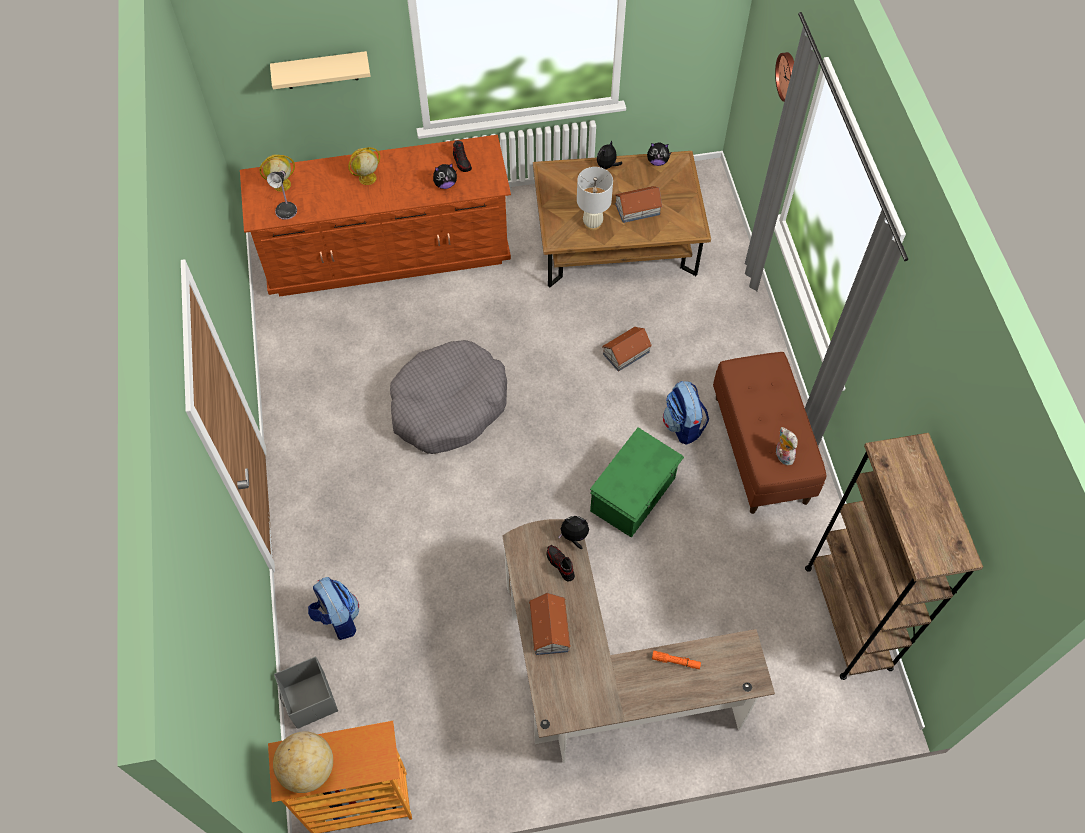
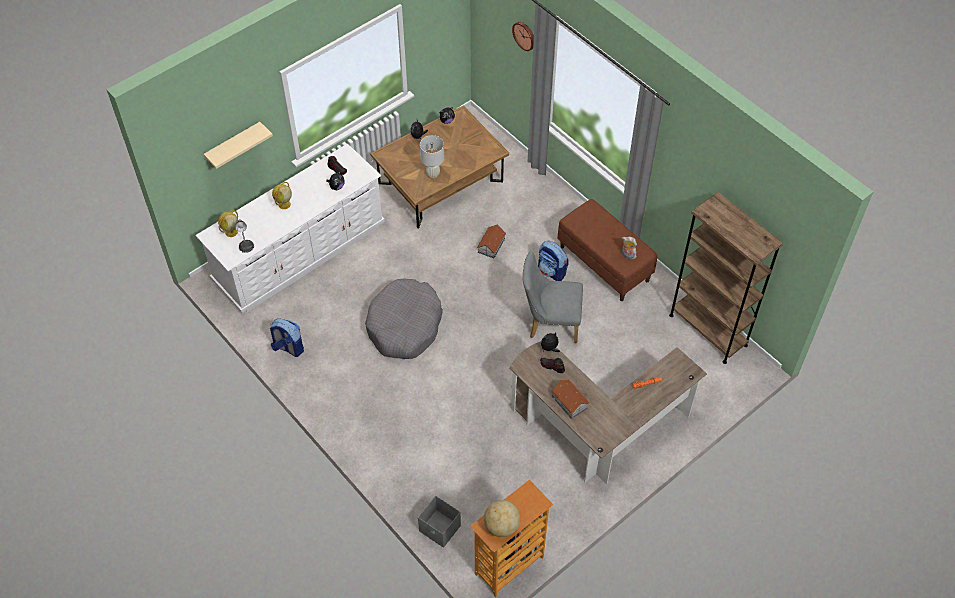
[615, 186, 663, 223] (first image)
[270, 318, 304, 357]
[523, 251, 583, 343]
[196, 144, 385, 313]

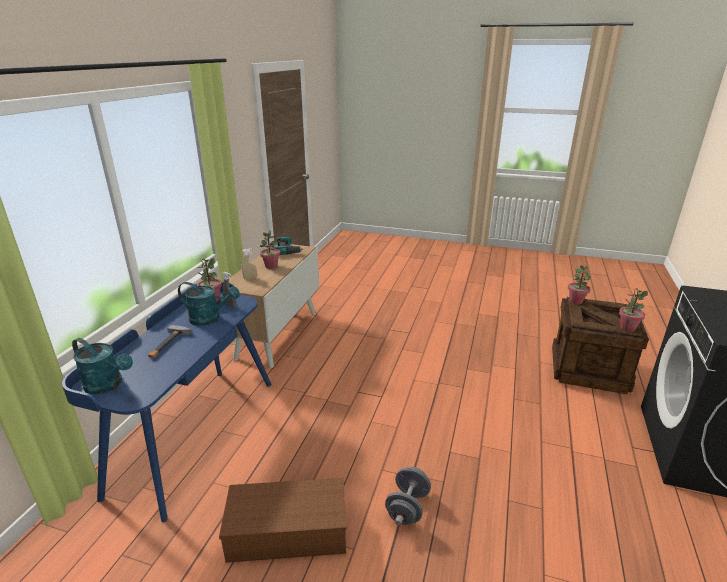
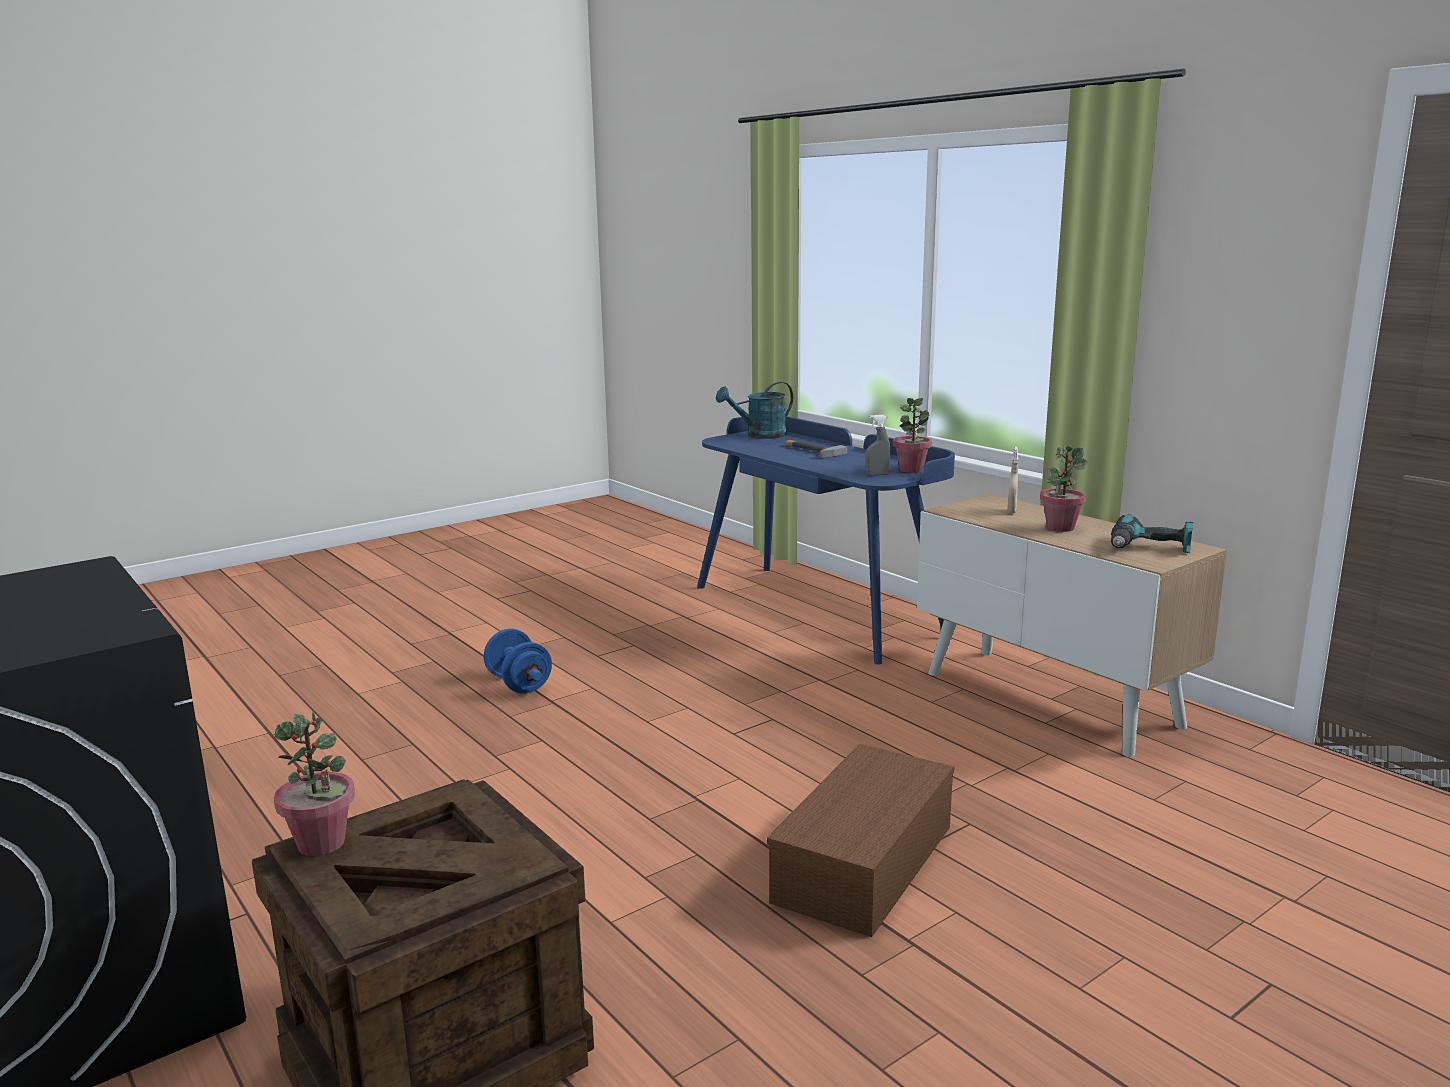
[178, 282, 240, 326] (first image)
[568, 265, 591, 304] (first image)
[767, 744, 954, 937]
[484, 628, 552, 694]

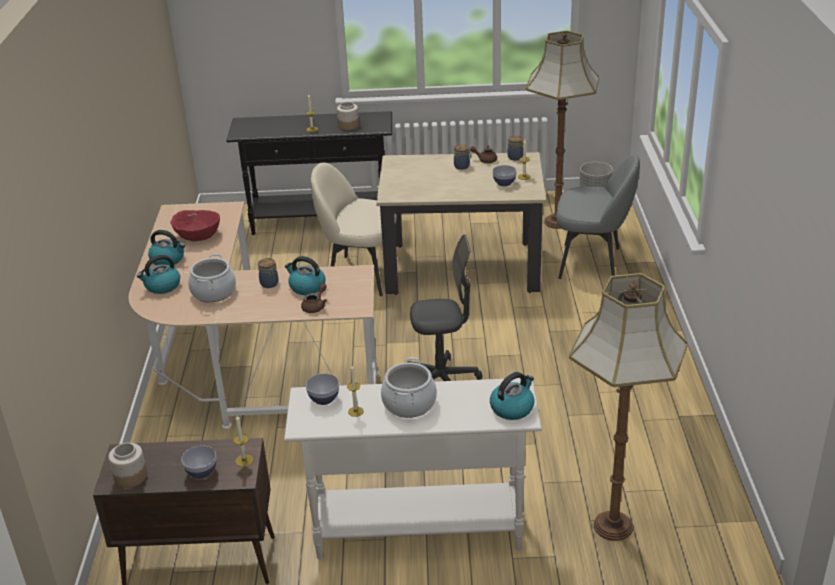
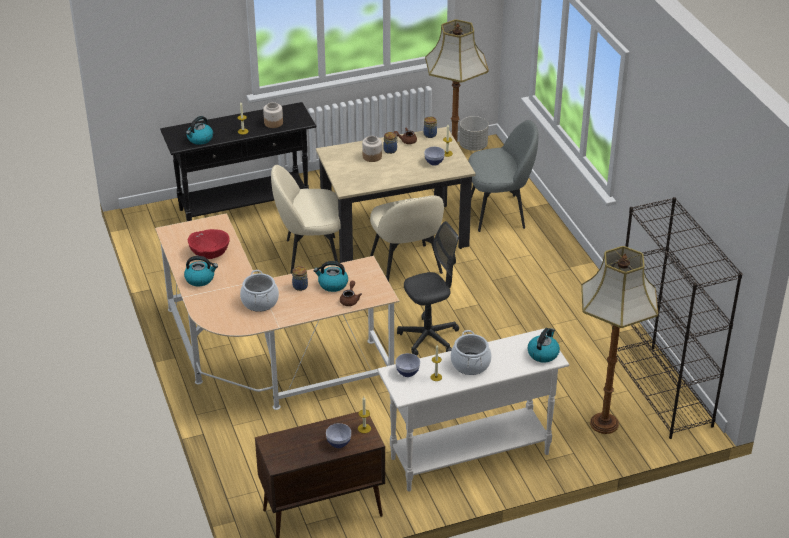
[370, 195, 444, 282]
[616, 197, 743, 439]
[362, 136, 382, 162]
[186, 116, 213, 145]

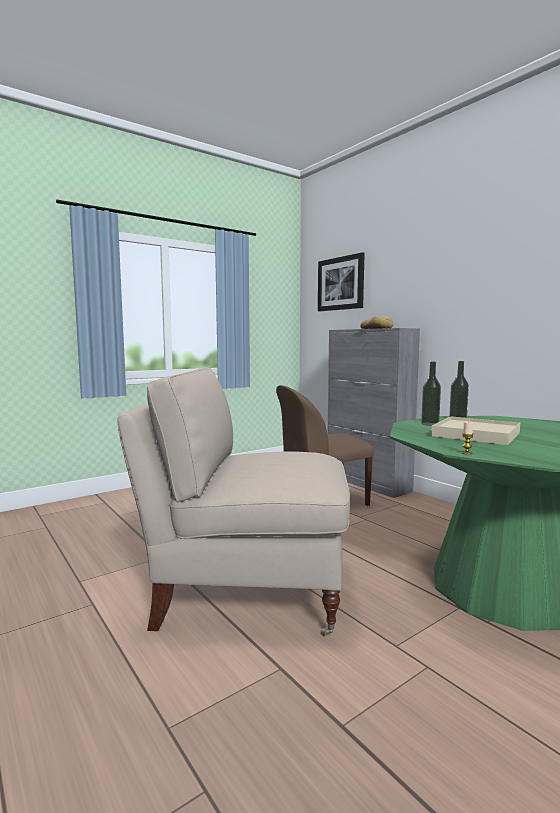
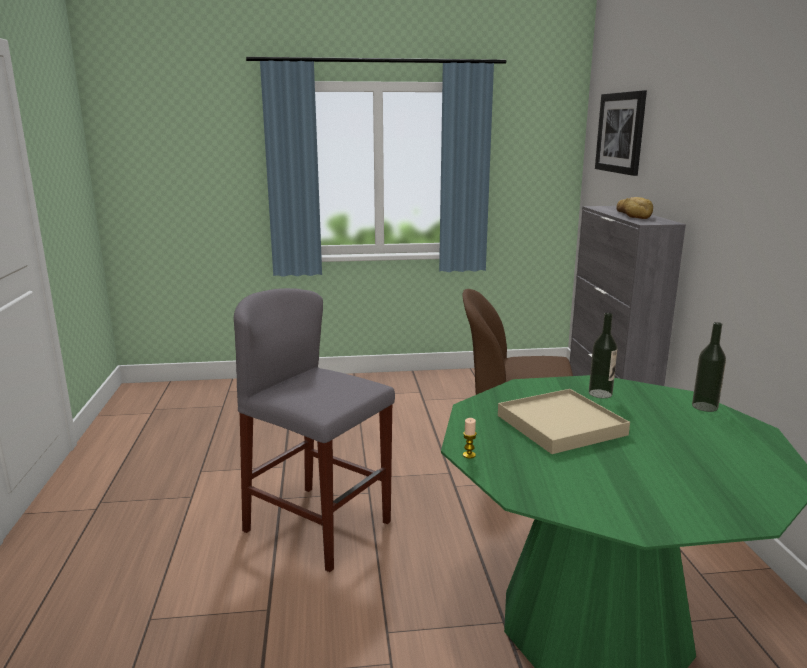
[692, 322, 726, 412]
[234, 288, 395, 572]

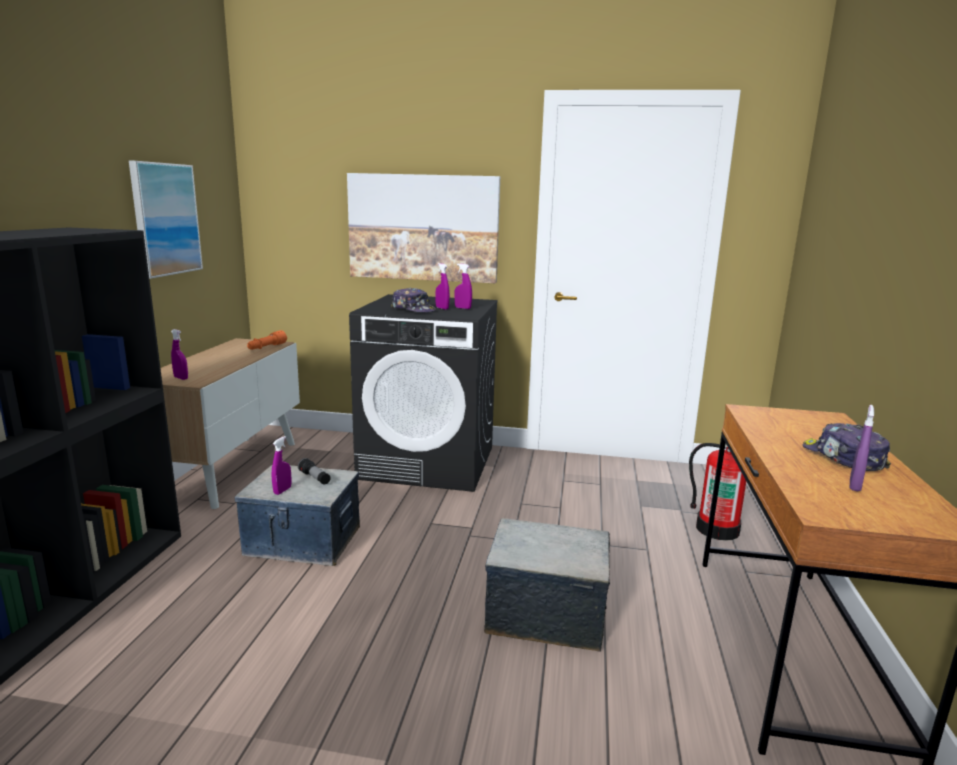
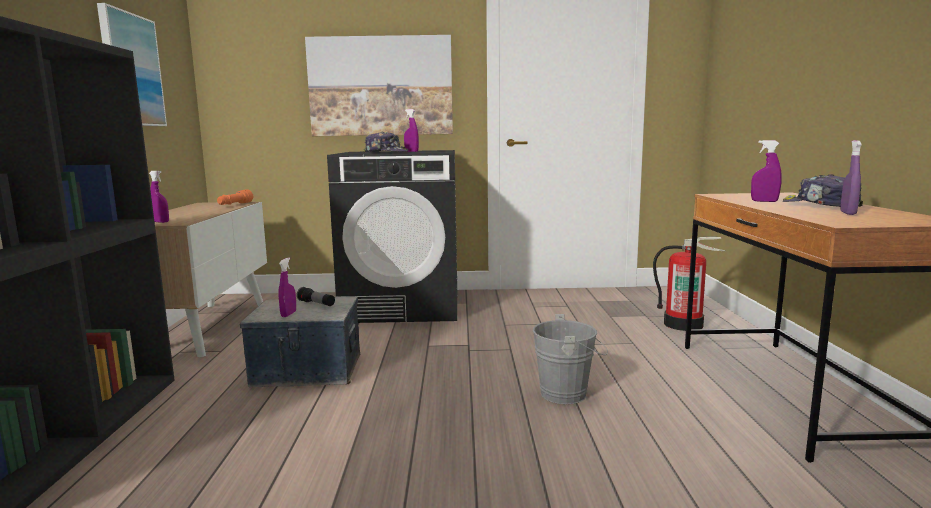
[751, 140, 782, 202]
[533, 314, 608, 404]

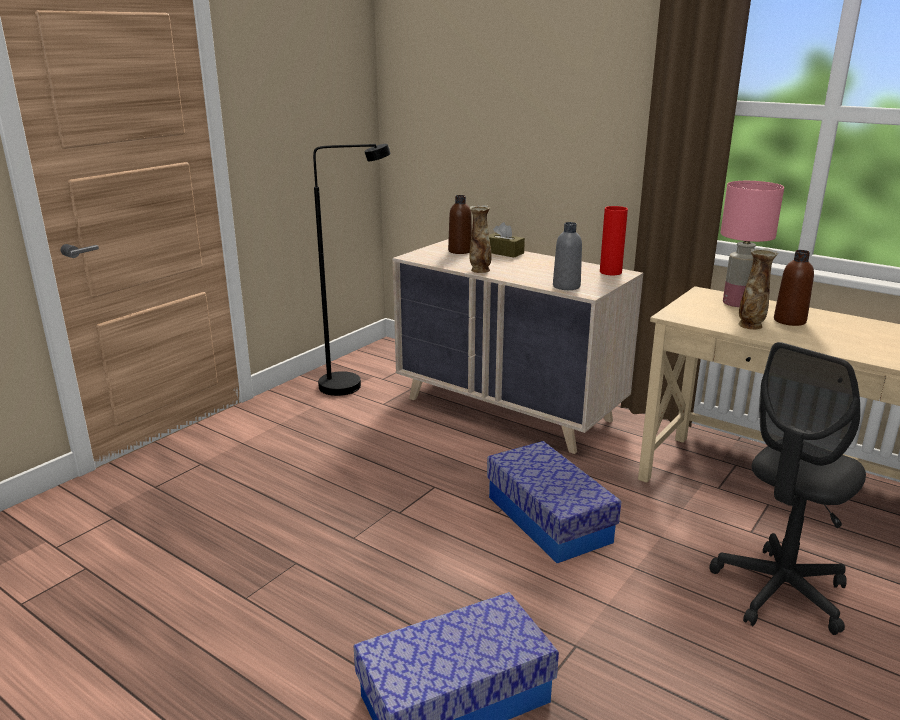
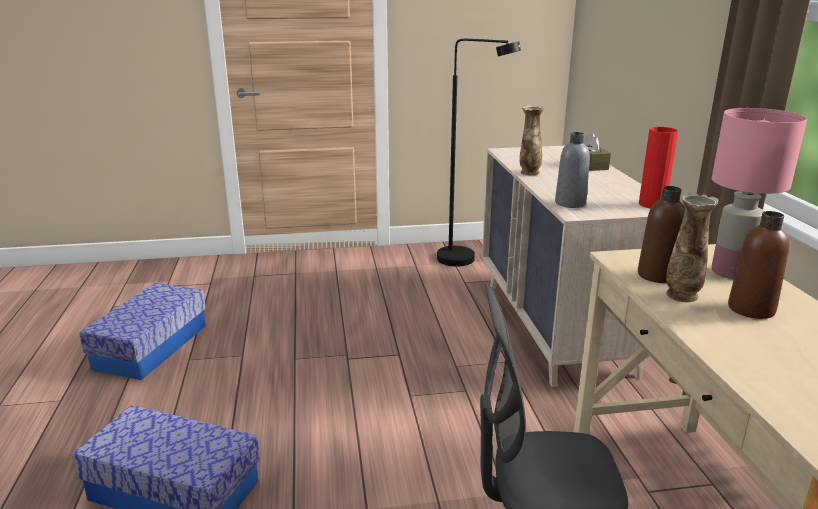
[638, 186, 685, 283]
[79, 283, 206, 380]

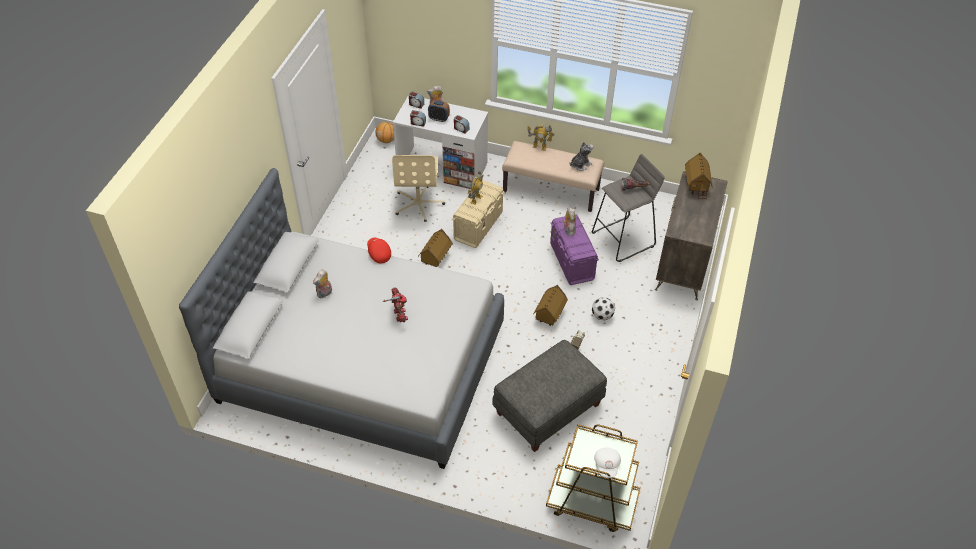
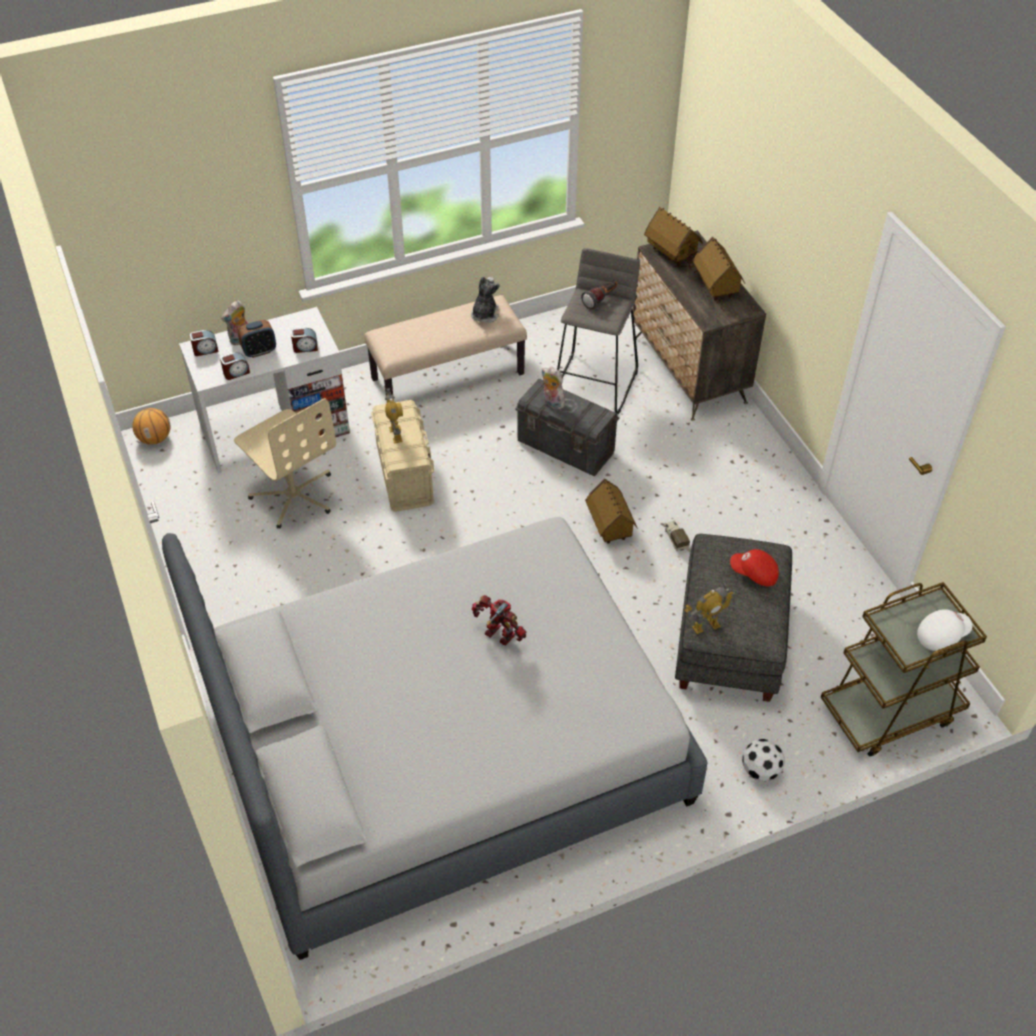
[313, 269, 332, 298] (first image)
[730, 549, 779, 586]
[692, 237, 745, 301]
[684, 582, 735, 634]
[742, 739, 785, 782]
[515, 379, 620, 476]
[917, 609, 973, 651]

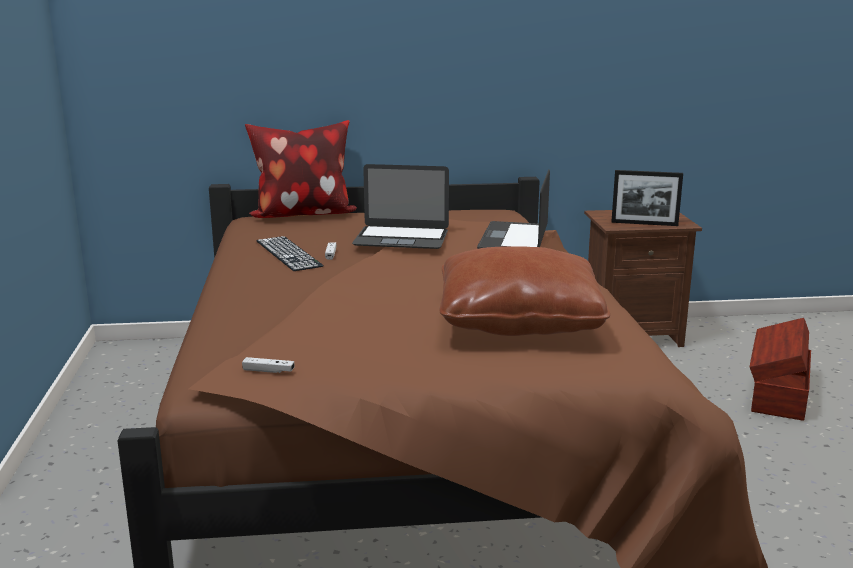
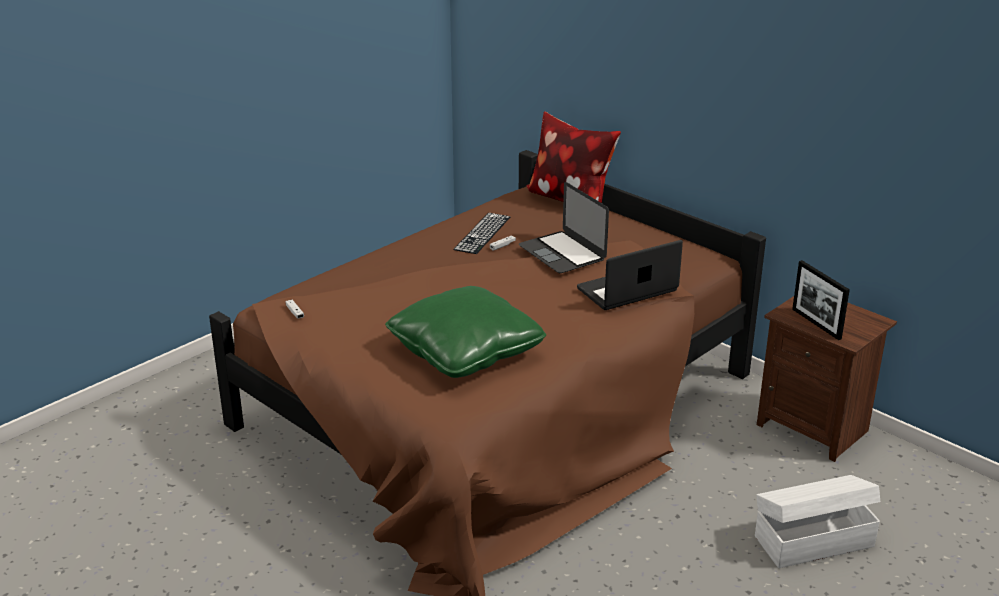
[385, 286, 546, 378]
[755, 475, 880, 568]

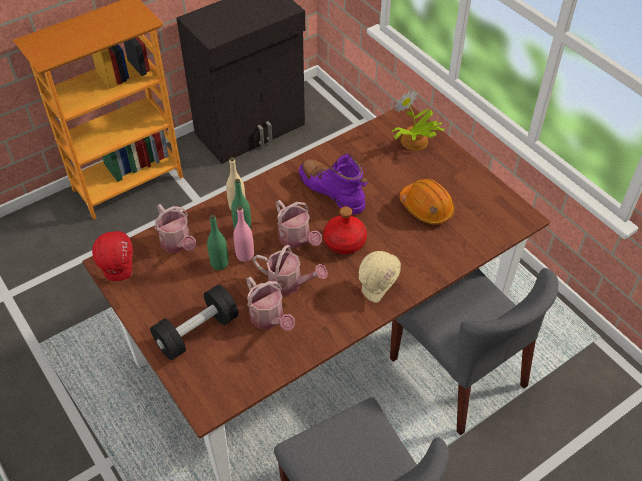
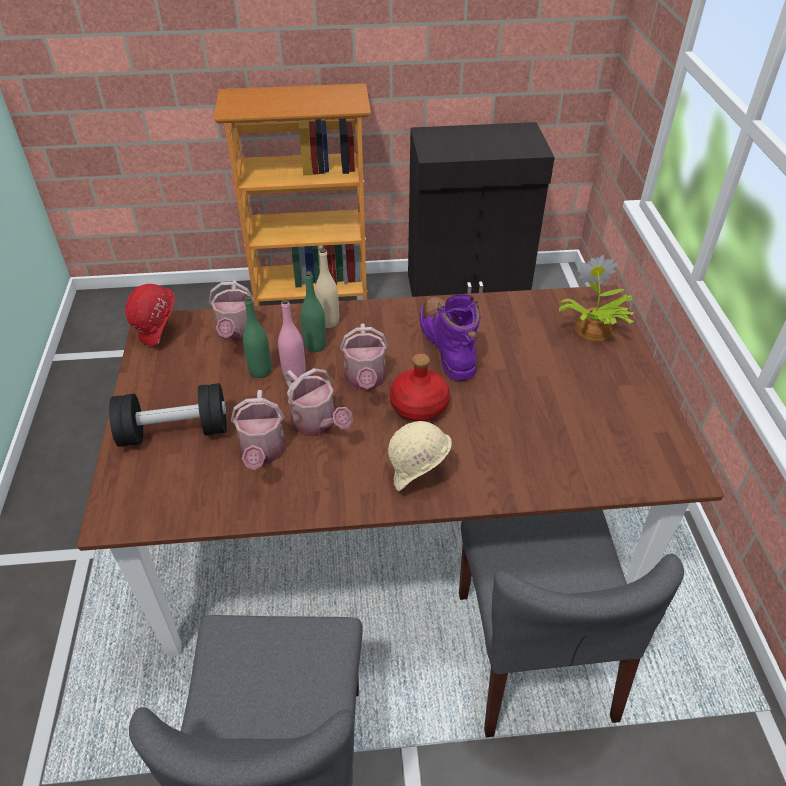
[399, 179, 455, 225] (first image)

